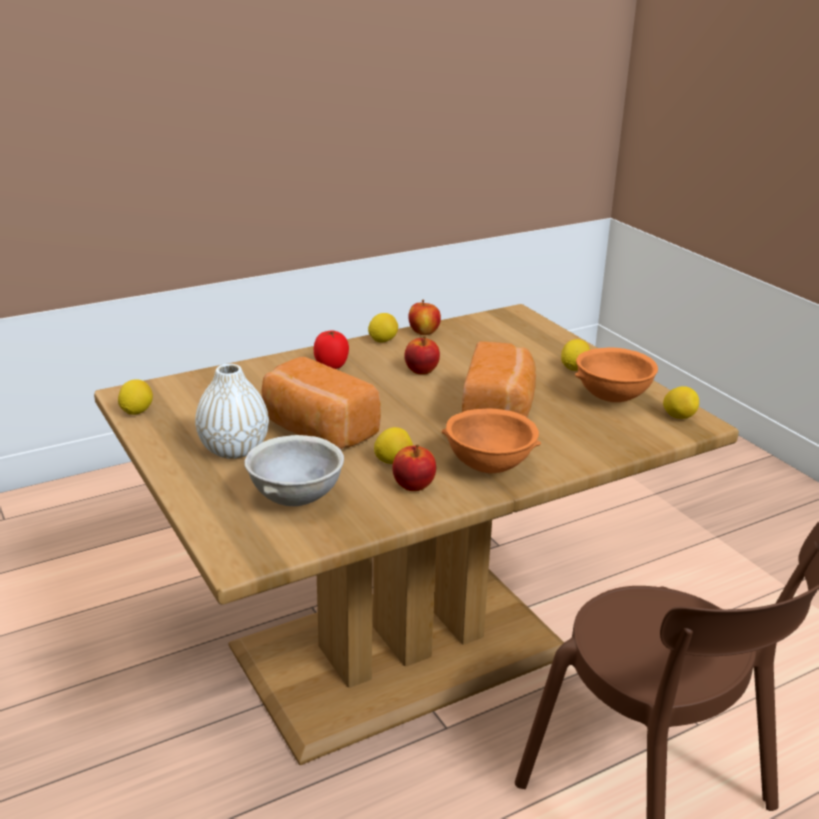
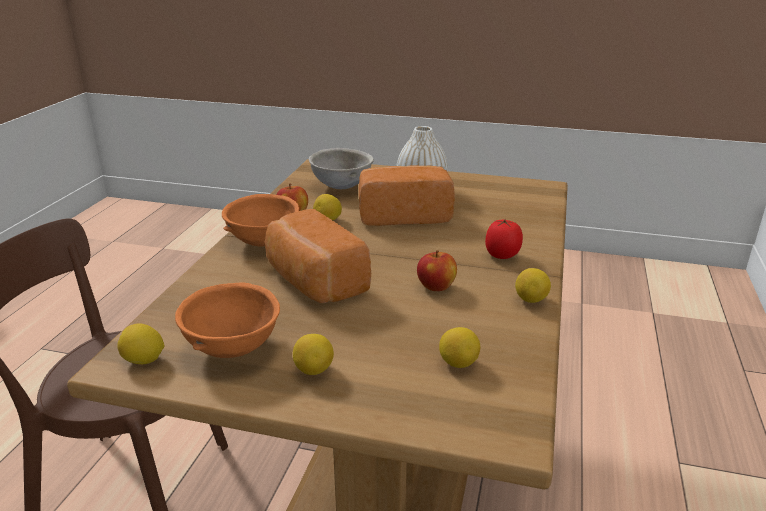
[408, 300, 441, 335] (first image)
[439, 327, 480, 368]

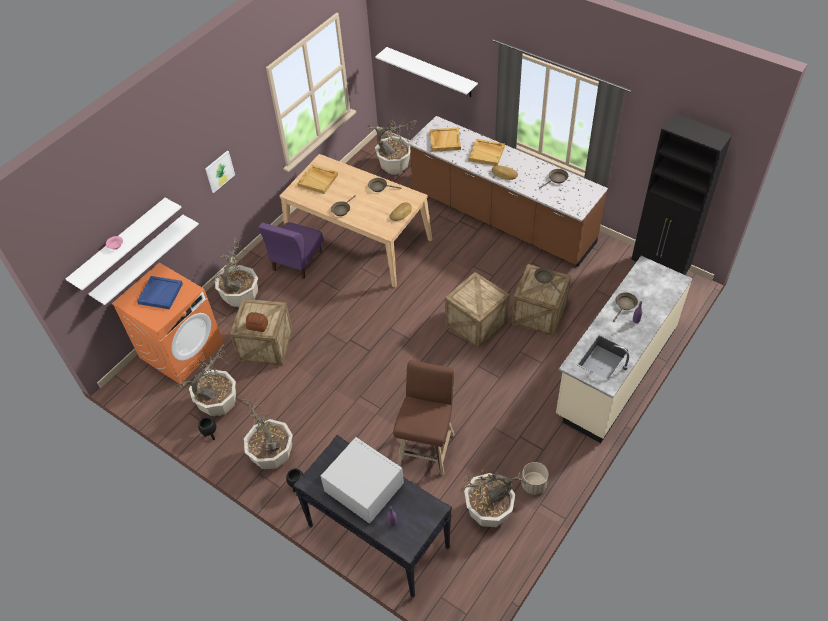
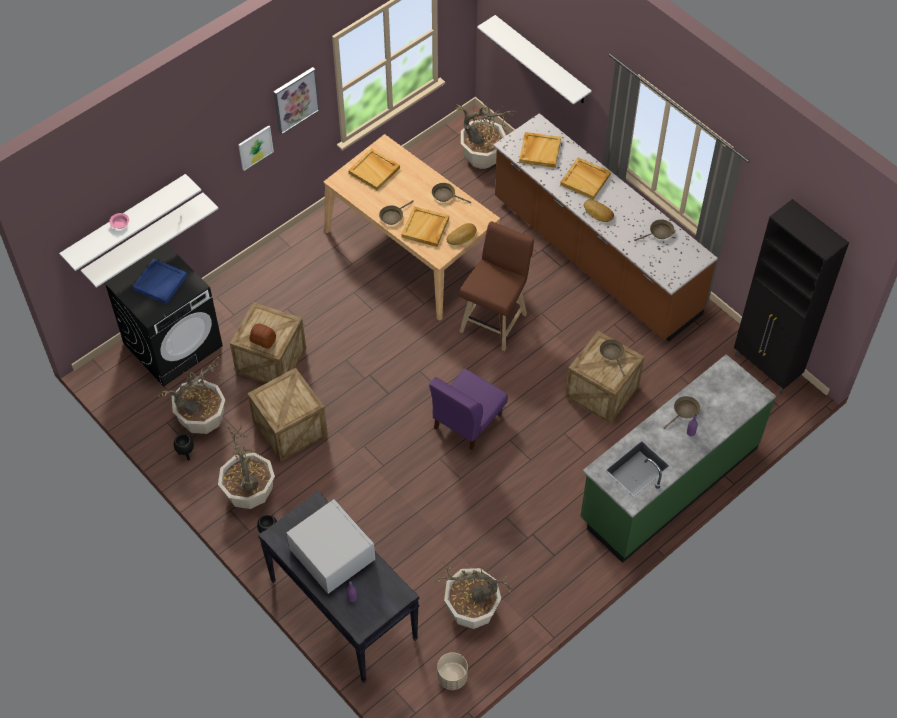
[211, 236, 258, 307] (first image)
[273, 67, 319, 135]
[401, 206, 449, 247]
[429, 368, 508, 450]
[459, 221, 534, 351]
[247, 368, 328, 462]
[437, 652, 468, 690]
[104, 243, 223, 386]
[581, 354, 776, 563]

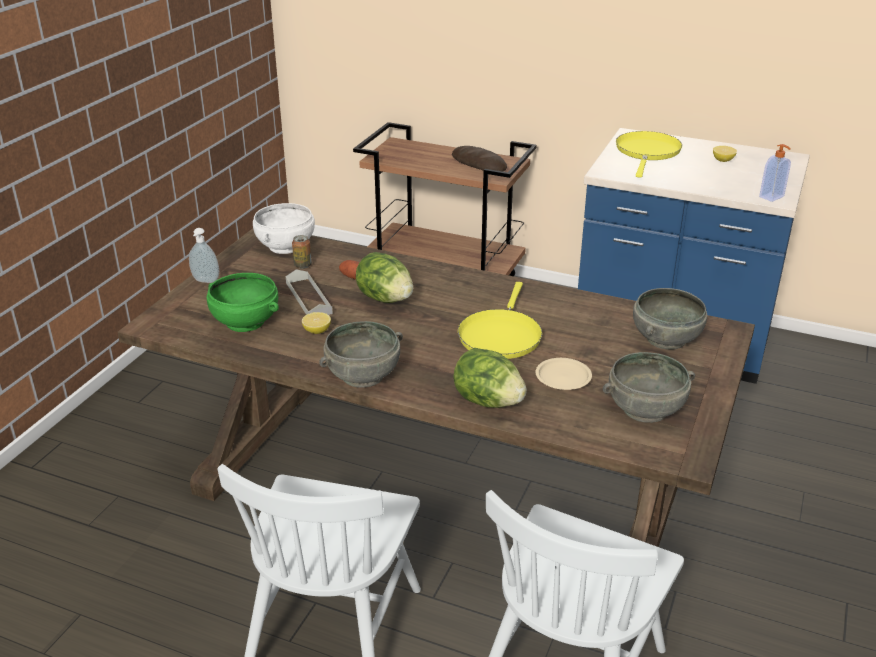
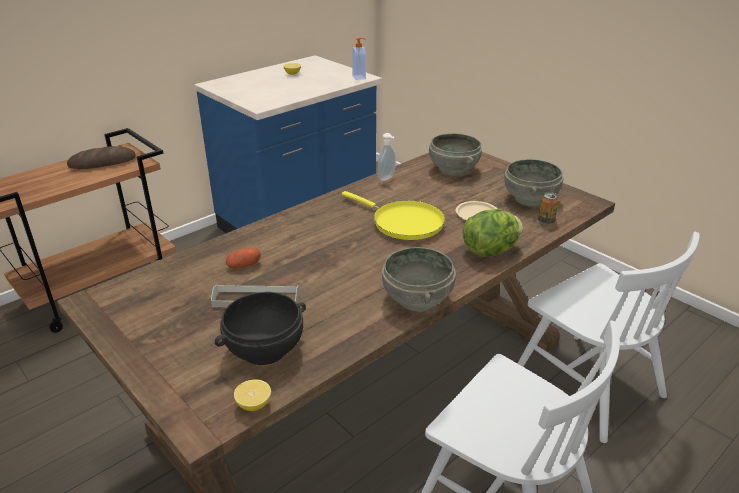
[253, 203, 315, 254] (first image)
[356, 252, 413, 303] (first image)
[616, 131, 682, 178] (first image)
[378, 133, 396, 181]
[538, 192, 559, 224]
[234, 380, 271, 411]
[215, 292, 306, 365]

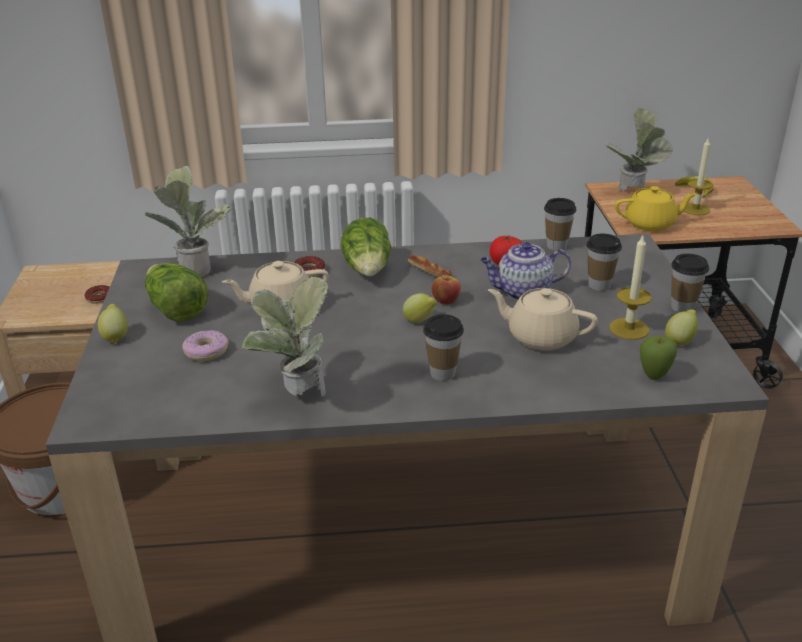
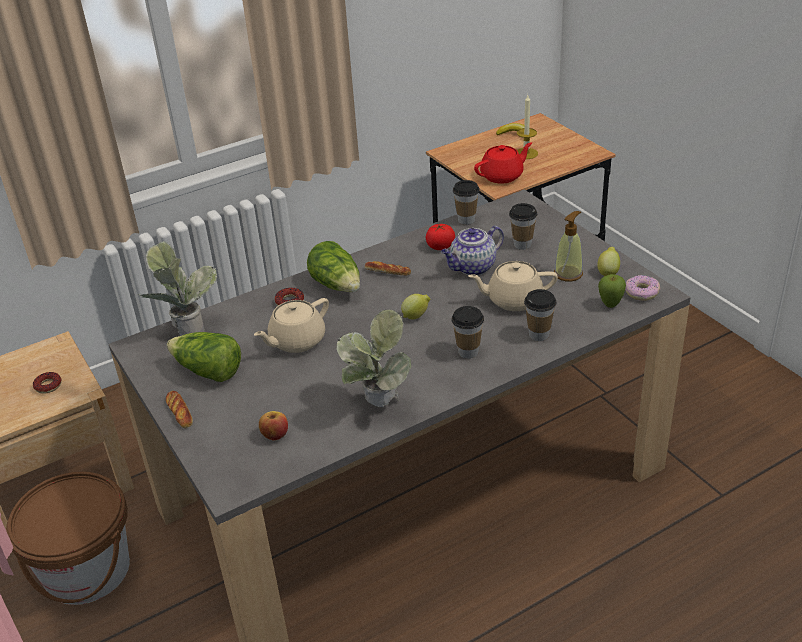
[605, 108, 673, 191] (first image)
[625, 275, 660, 301]
[259, 411, 288, 441]
[524, 289, 556, 341]
[166, 391, 193, 428]
[554, 211, 583, 281]
[474, 142, 532, 184]

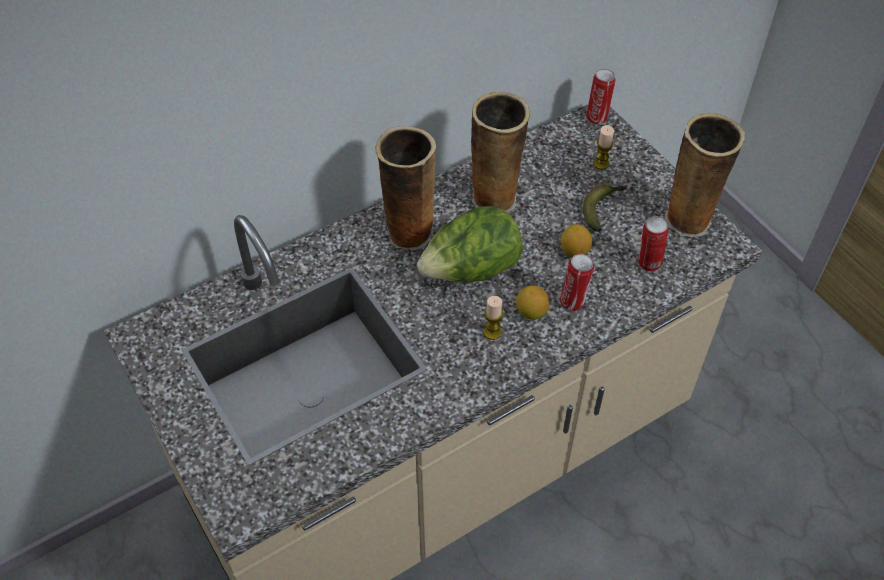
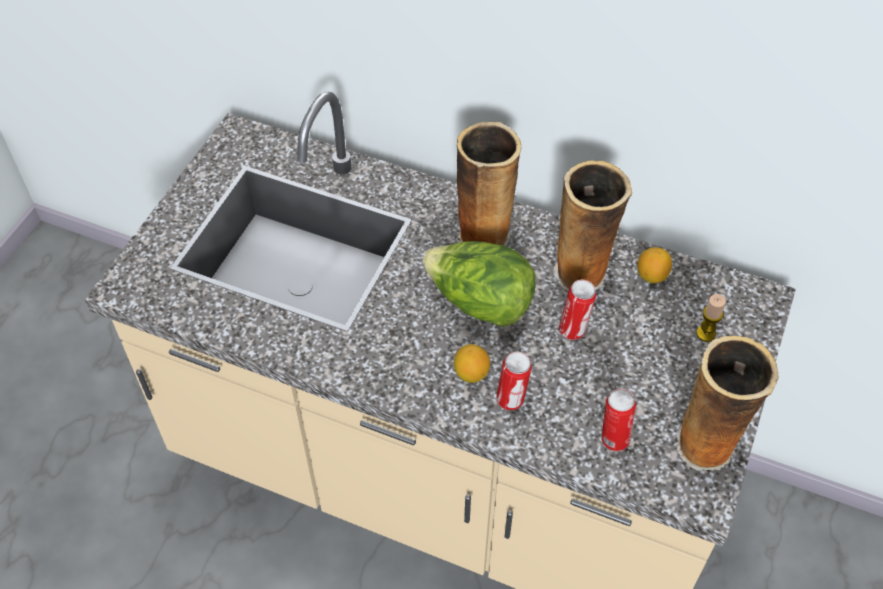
[484, 296, 503, 340] (first image)
[583, 185, 626, 232] (first image)
[638, 247, 672, 283]
[559, 280, 596, 340]

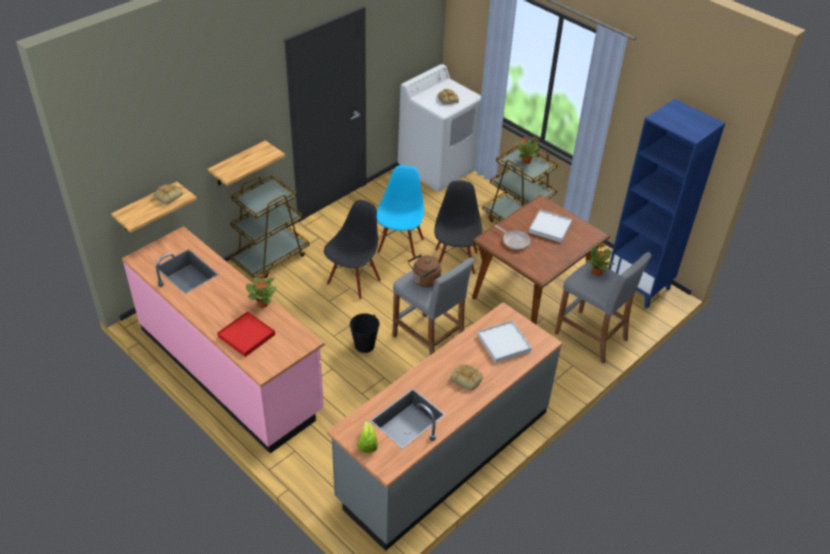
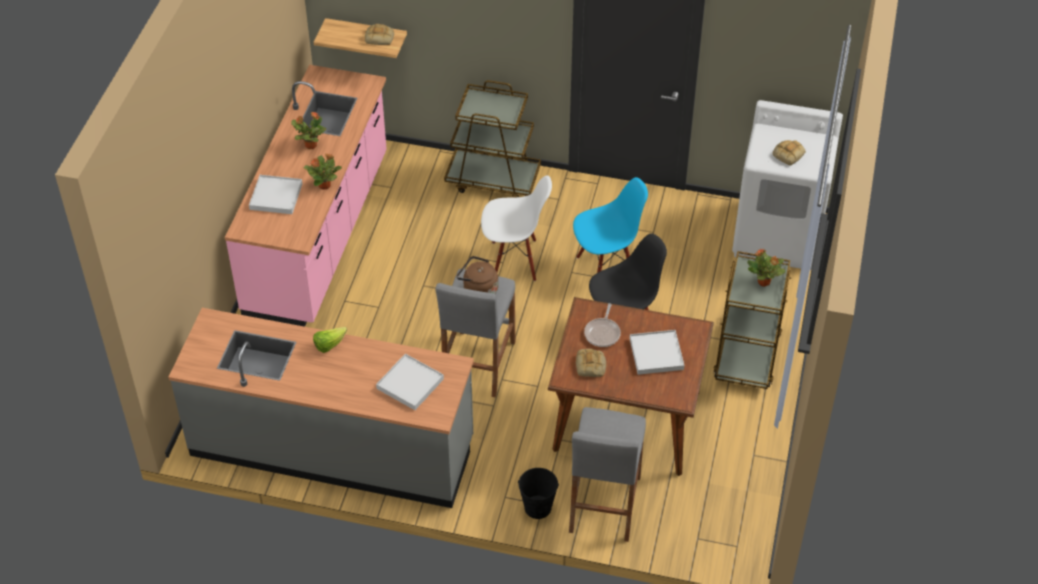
[208, 140, 285, 186] (first image)
[608, 99, 725, 309] (first image)
[518, 468, 559, 519]
[313, 327, 347, 353]
[576, 349, 606, 377]
[291, 112, 326, 149]
[249, 175, 302, 214]
[481, 175, 552, 281]

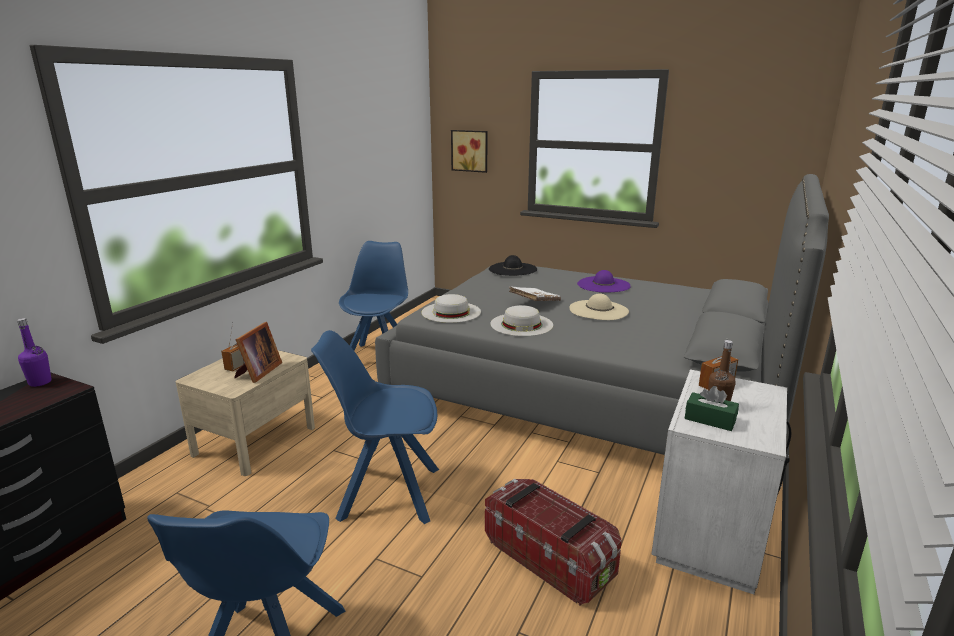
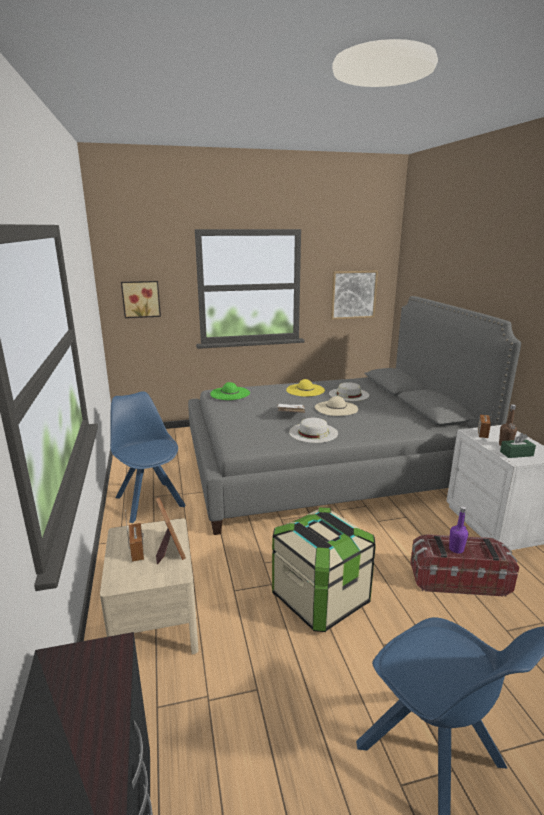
[331, 270, 378, 320]
[449, 506, 468, 554]
[329, 382, 369, 401]
[272, 507, 376, 632]
[210, 382, 250, 400]
[286, 379, 325, 397]

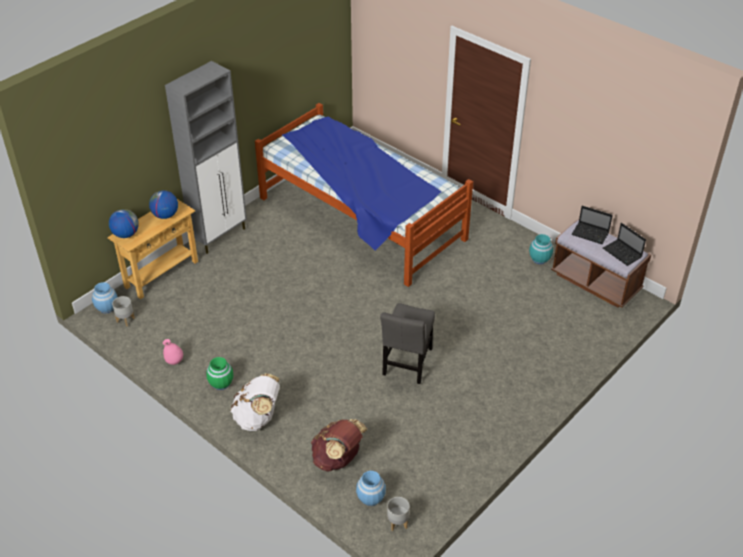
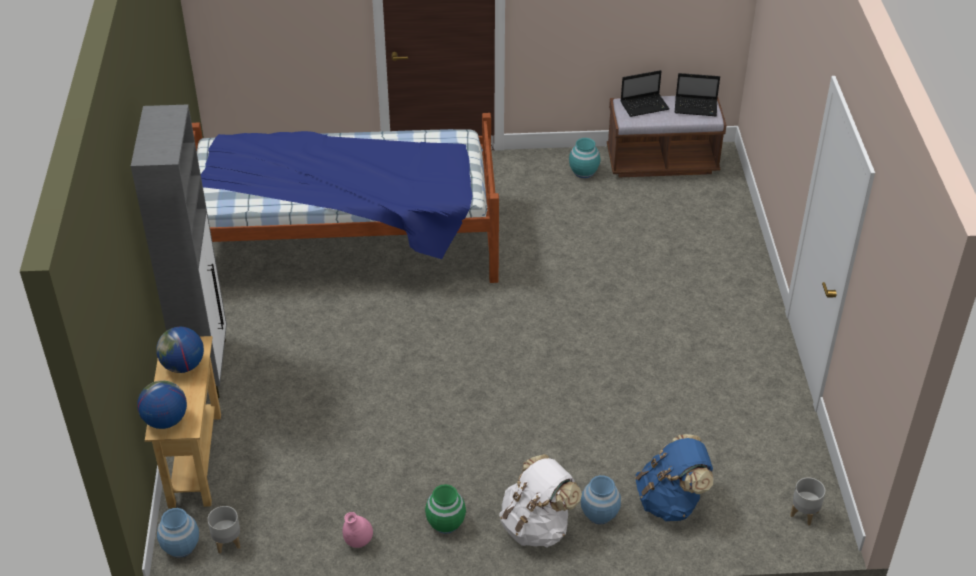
[380, 303, 435, 384] (first image)
[581, 475, 621, 524]
[635, 434, 713, 521]

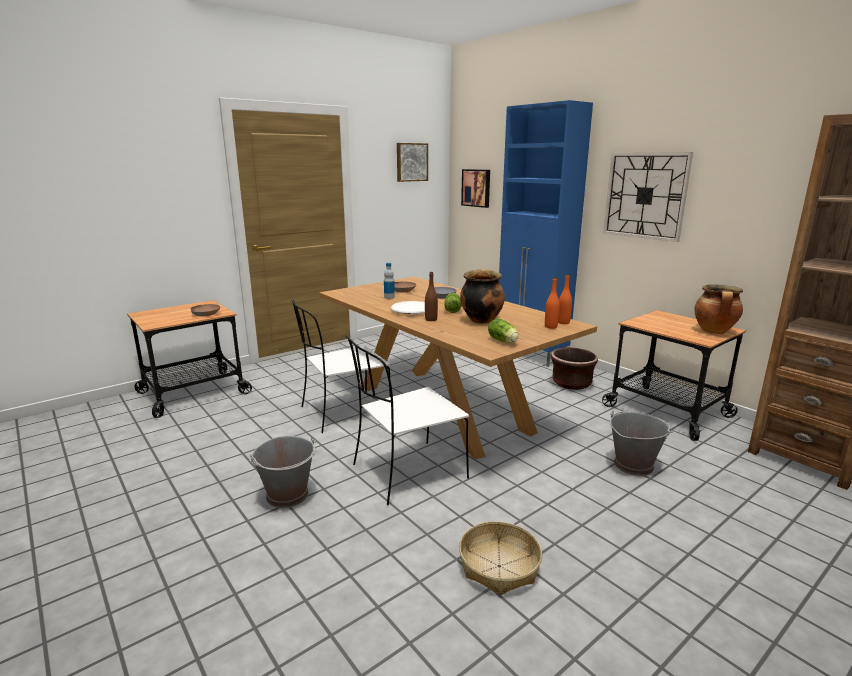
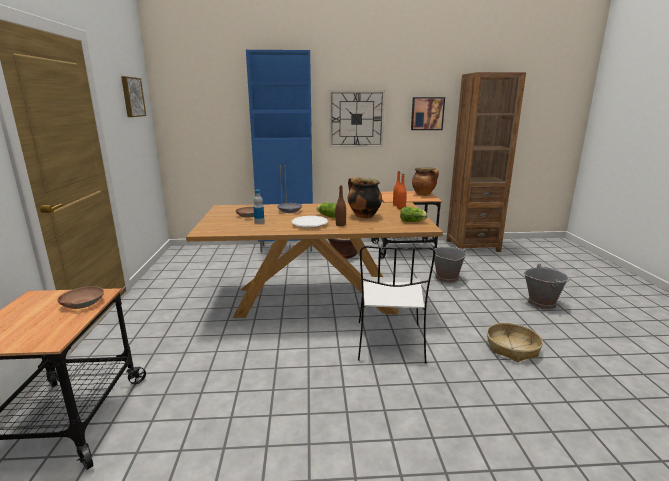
[291, 299, 391, 433] (first image)
[523, 264, 570, 310]
[411, 97, 445, 130]

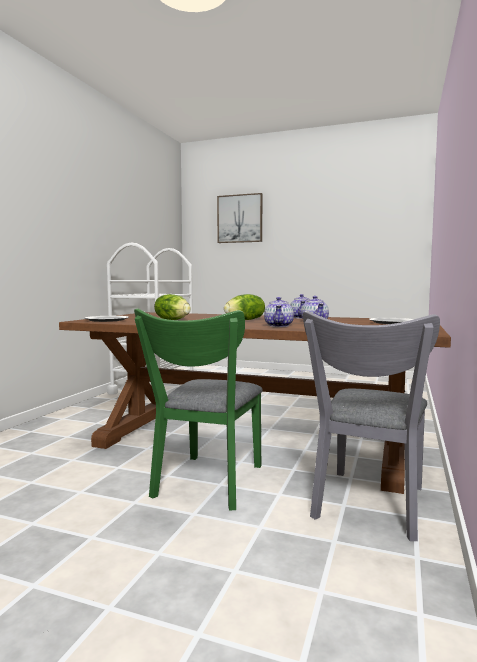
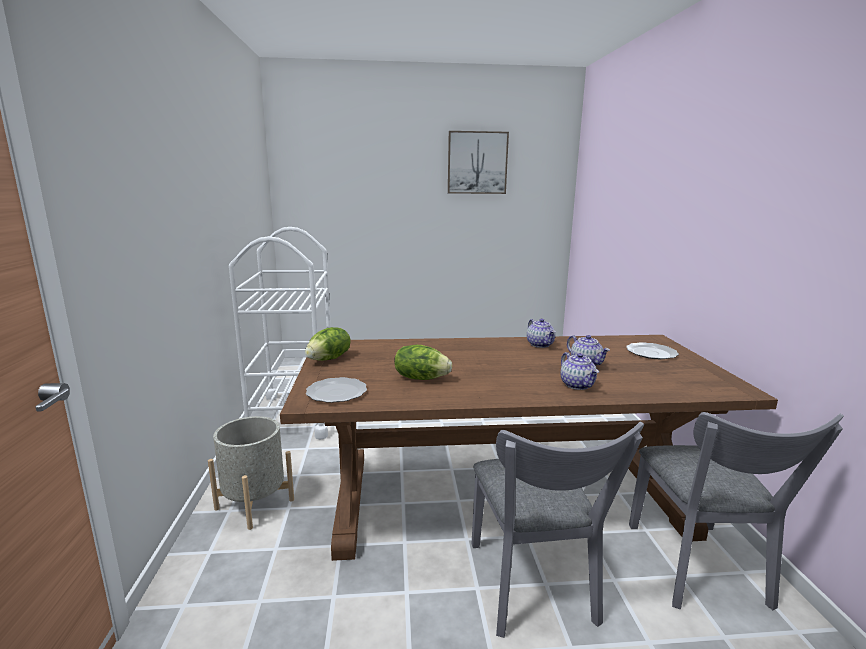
[208, 416, 294, 530]
[448, 131, 509, 194]
[305, 327, 351, 361]
[471, 422, 644, 638]

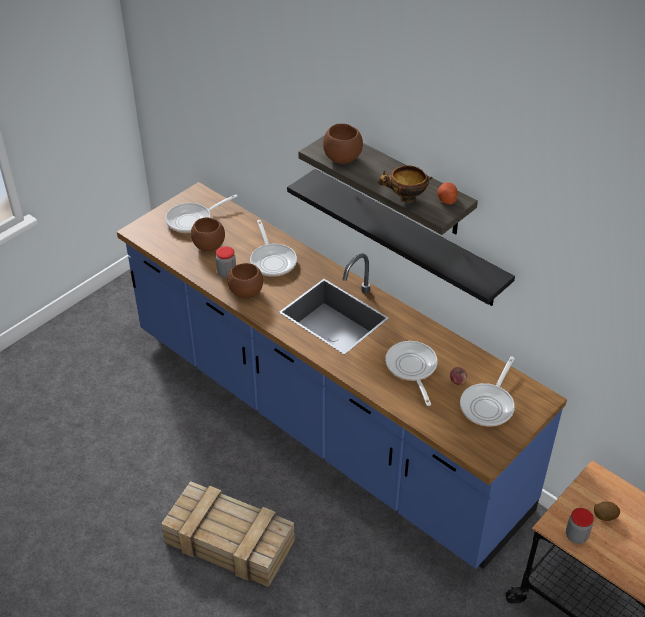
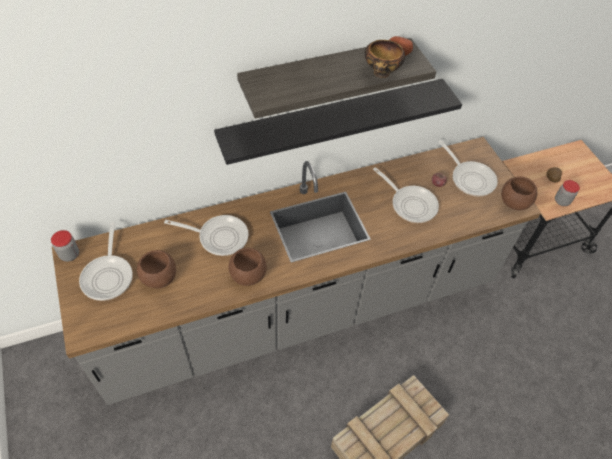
[51, 230, 79, 262]
[501, 176, 537, 210]
[52, 137, 541, 405]
[373, 167, 439, 223]

